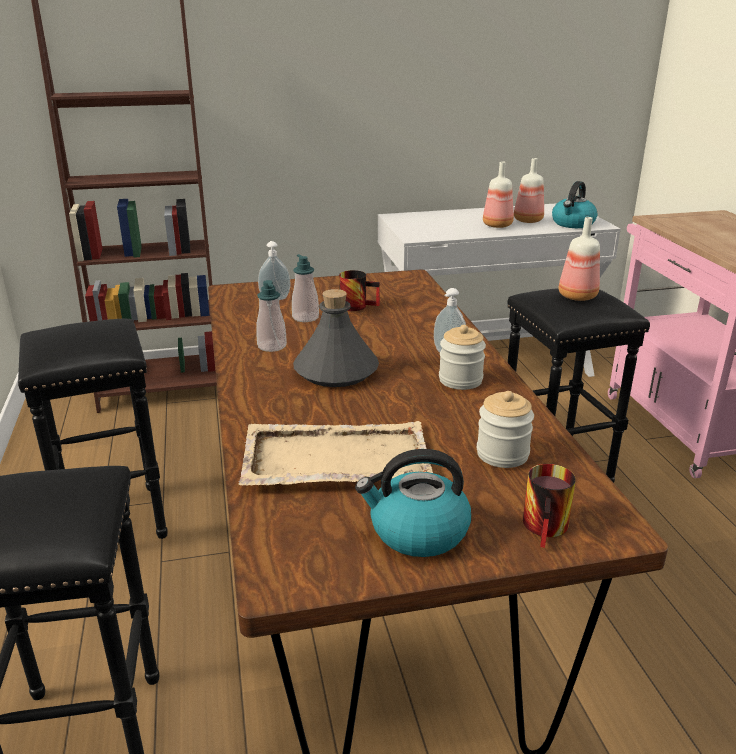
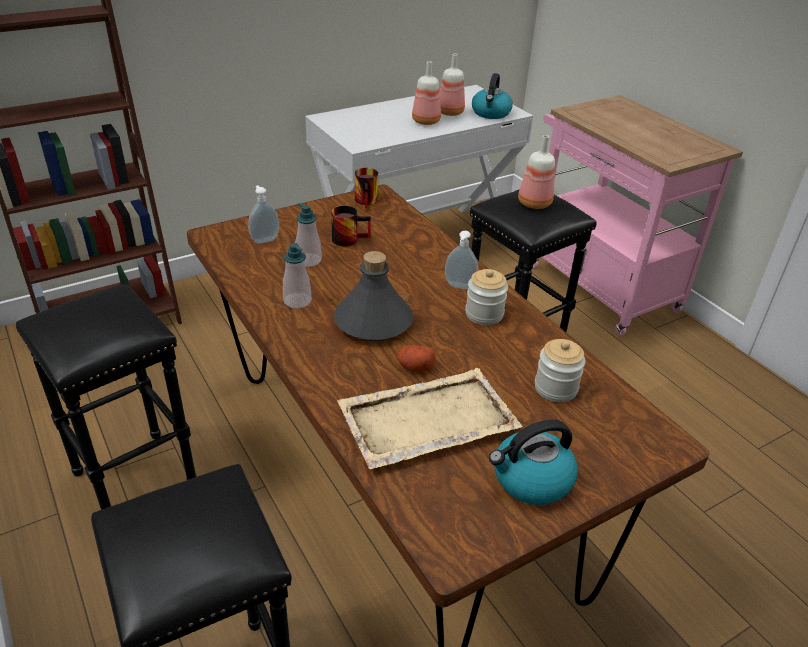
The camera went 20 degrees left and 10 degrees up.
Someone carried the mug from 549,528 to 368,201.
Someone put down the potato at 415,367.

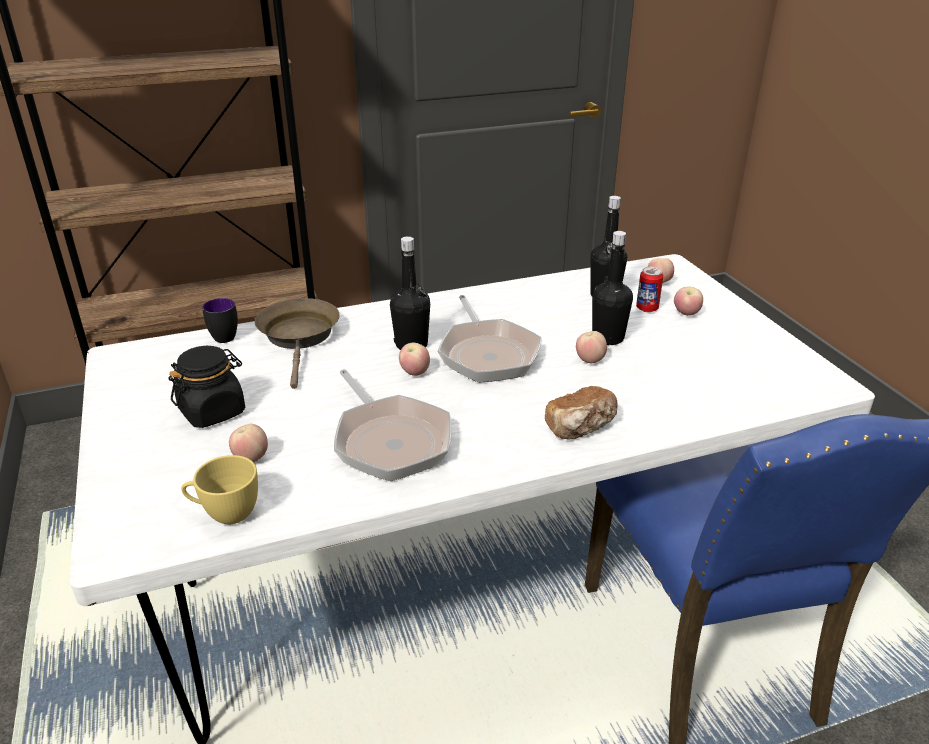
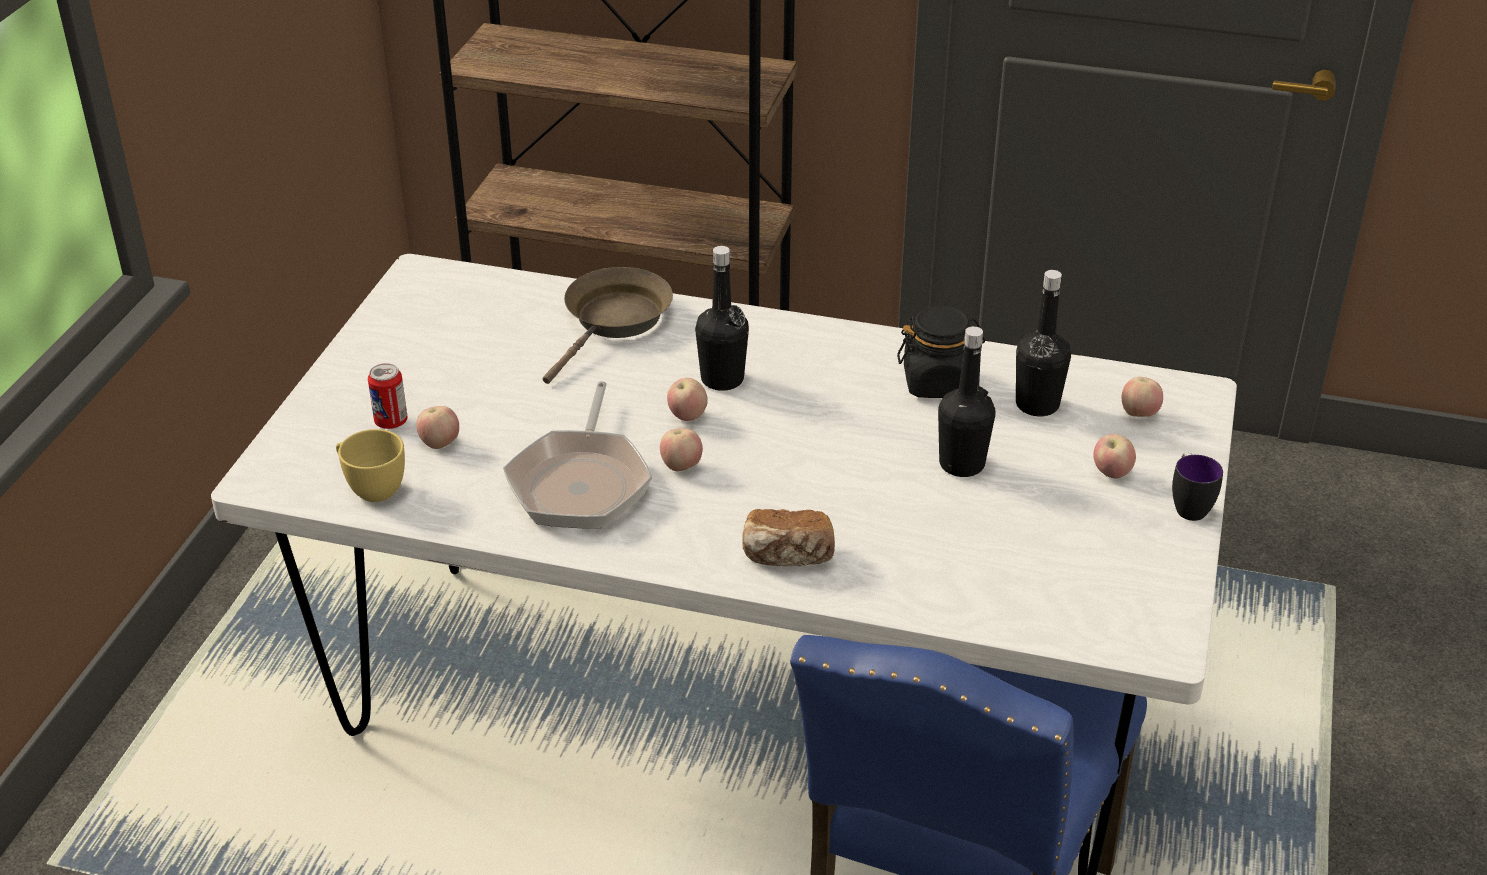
The camera went 35 degrees right and 5 degrees up.
Someone carried the can from 647,308 to 391,422.
Someone carried the apple from 590,360 to 681,466.
Someone carried the jar (black) from 213,411 to 938,382.
Someone carried the mug from 221,335 to 1188,505.
Someone took away the frying pan at 487,353.

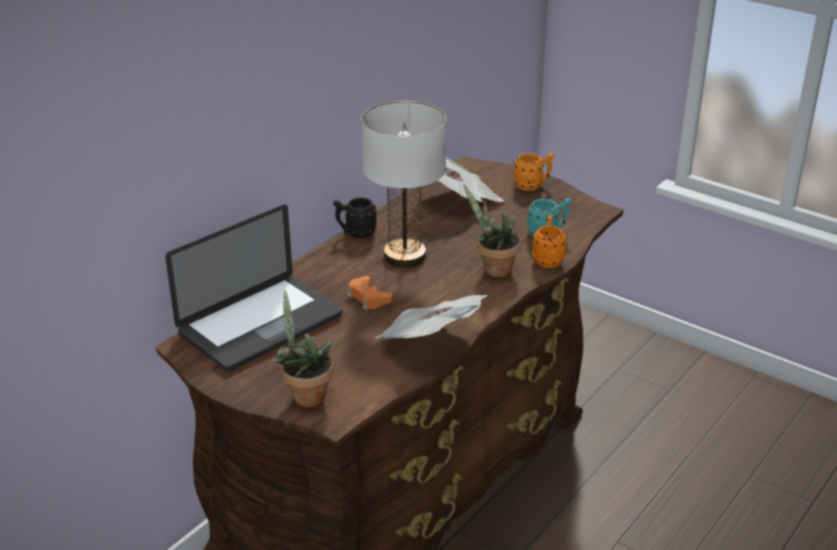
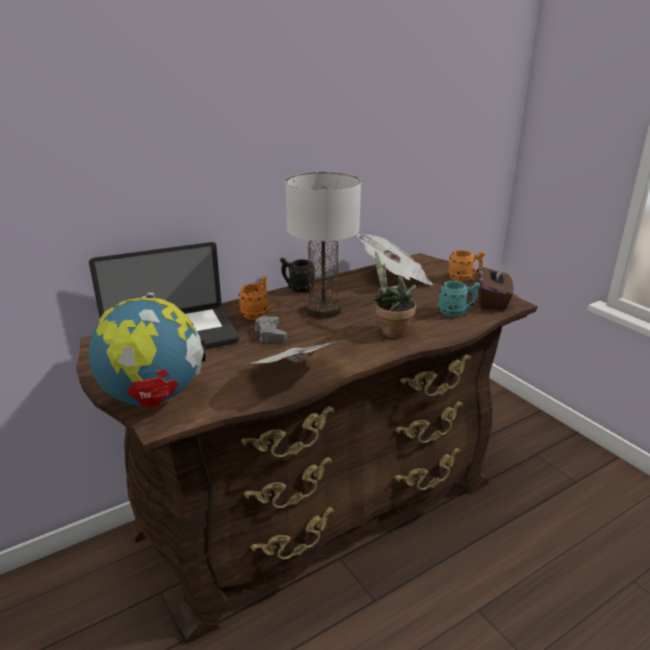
The camera went 20 degrees right and 5 degrees down.
Someone swapped the potted plant at 305,395 for the globe at 154,398.
Someone carried the mug (orange) from 547,259 to 257,314.
Someone repainted the game controller (orange) at 368,298, which became the game controller (grey) at 270,334.
Someone put down the tissue box (brown) at 492,301.

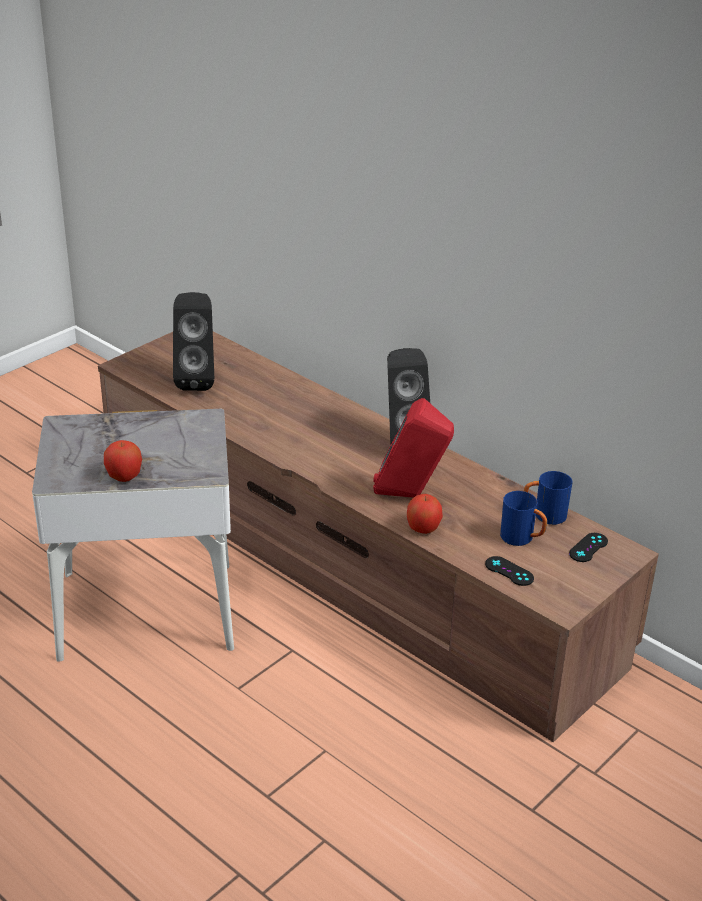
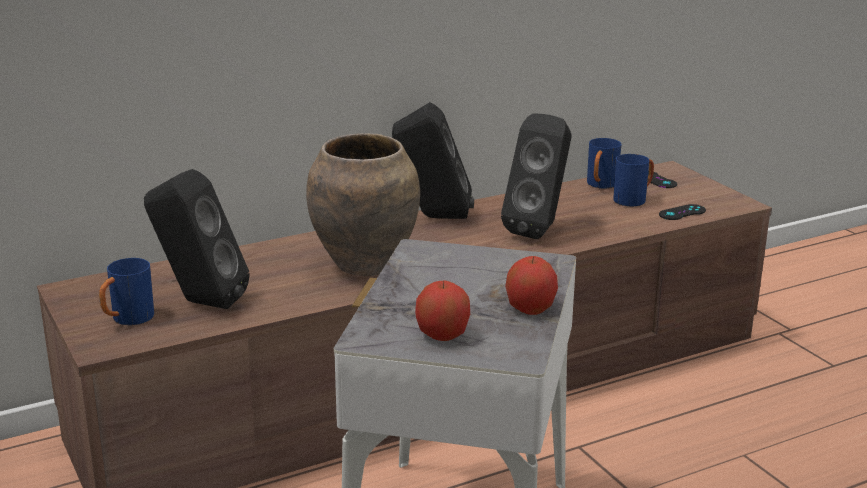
The camera went 70 degrees left and 10 degrees down.
Someone put down the mug (blue) at 127,320.
Someone put down the vase (brown) at 366,265.
Someone carried the apple from 423,528 to 442,336.
Someone repainted the speaker (red) at 410,496, which became the speaker (black) at 540,230.

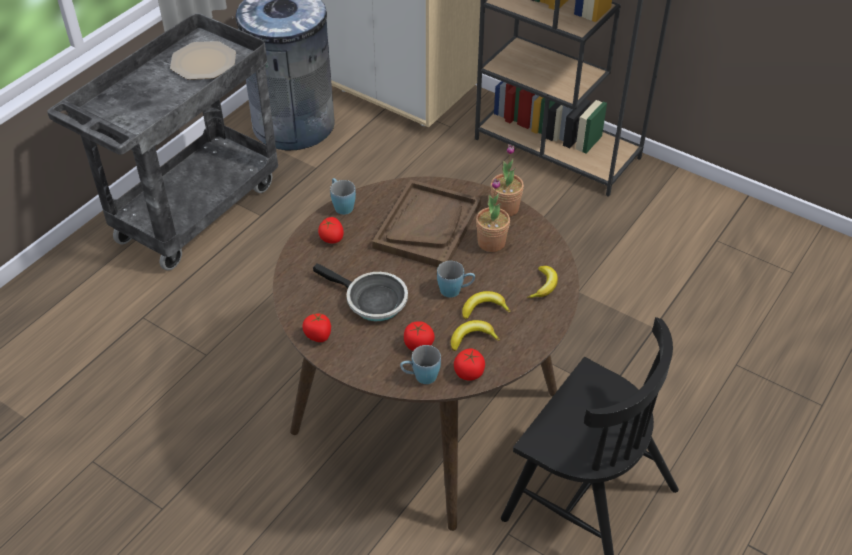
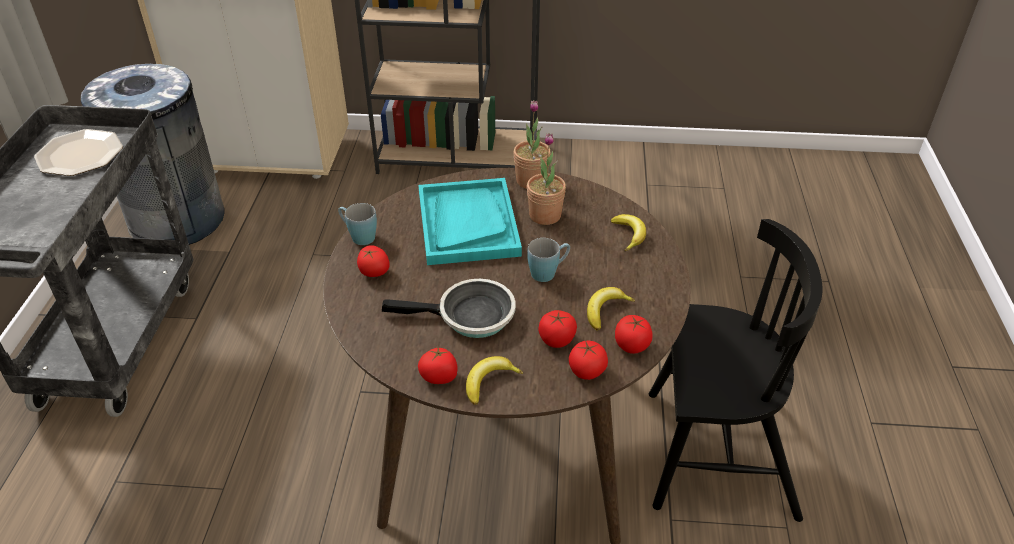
The camera went 30 degrees left and 5 degrees down.
Someone repainted the tray (brown) at 427,226, which became the tray (turquoise) at 467,223.
Someone carried the banana from 484,308 to 489,382.
Someone swapped the mug (blue) at 420,377 for the tomato at 586,371.

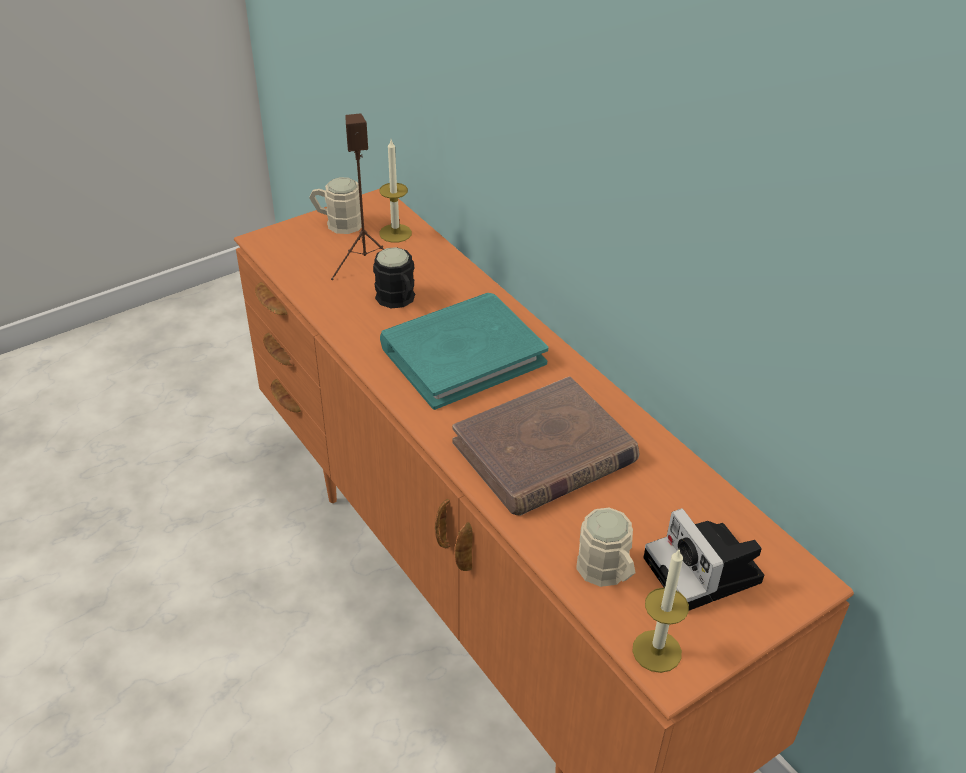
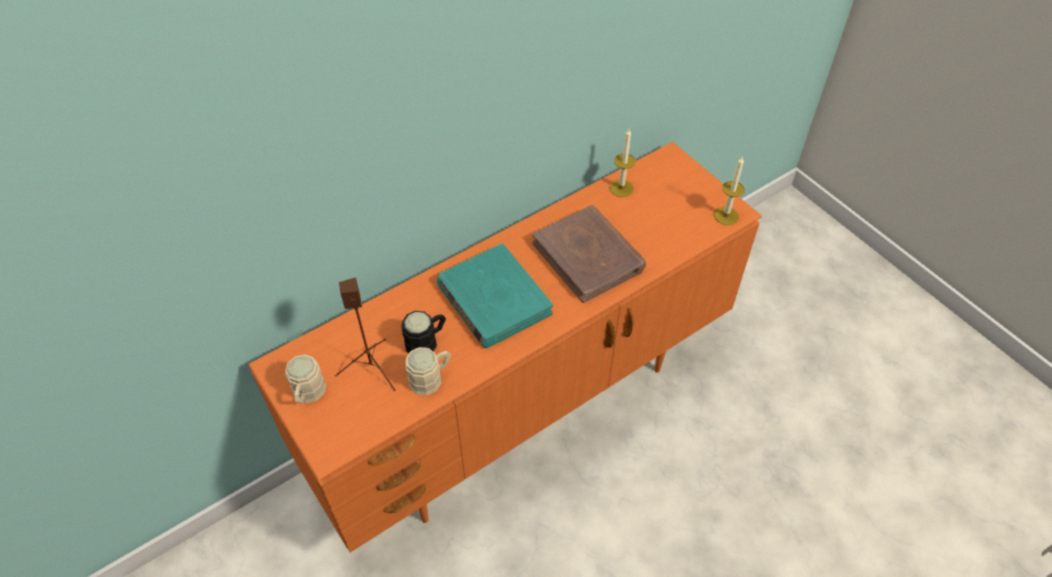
The camera went 90 degrees left and 10 degrees up.
Someone carried the mug (beige) from 608,573 to 431,378.
Someone carried the candle from 395,233 to 621,188.
Someone took away the photo camera at 706,573.

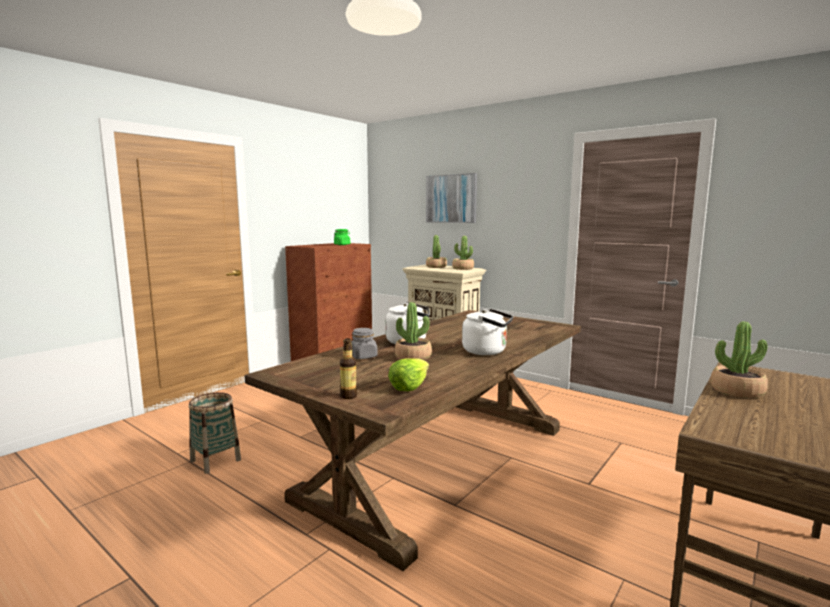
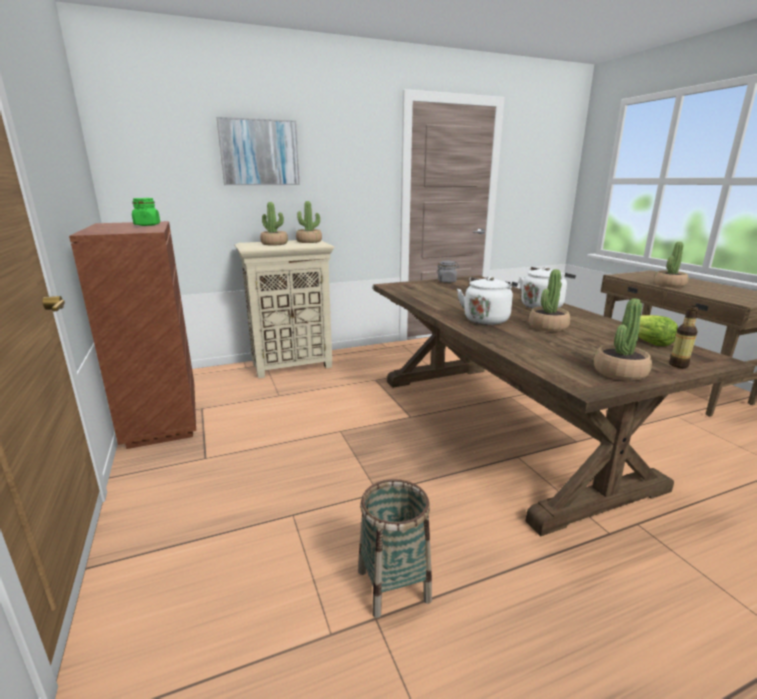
The camera went 60 degrees left and 10 degrees up.
Someone carried the jar (grey) from 363,356 to 447,281.
Someone put down the potted plant at 619,372.

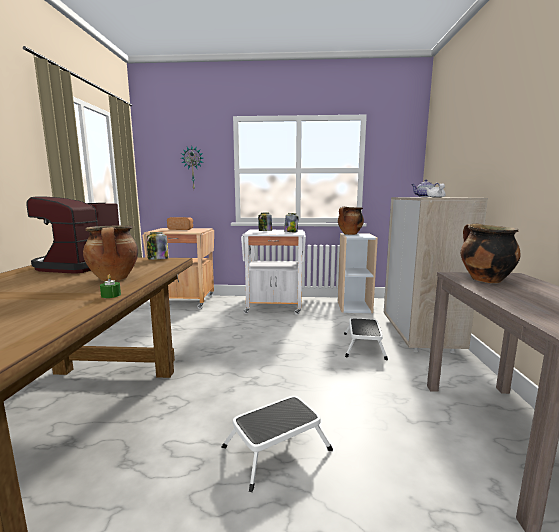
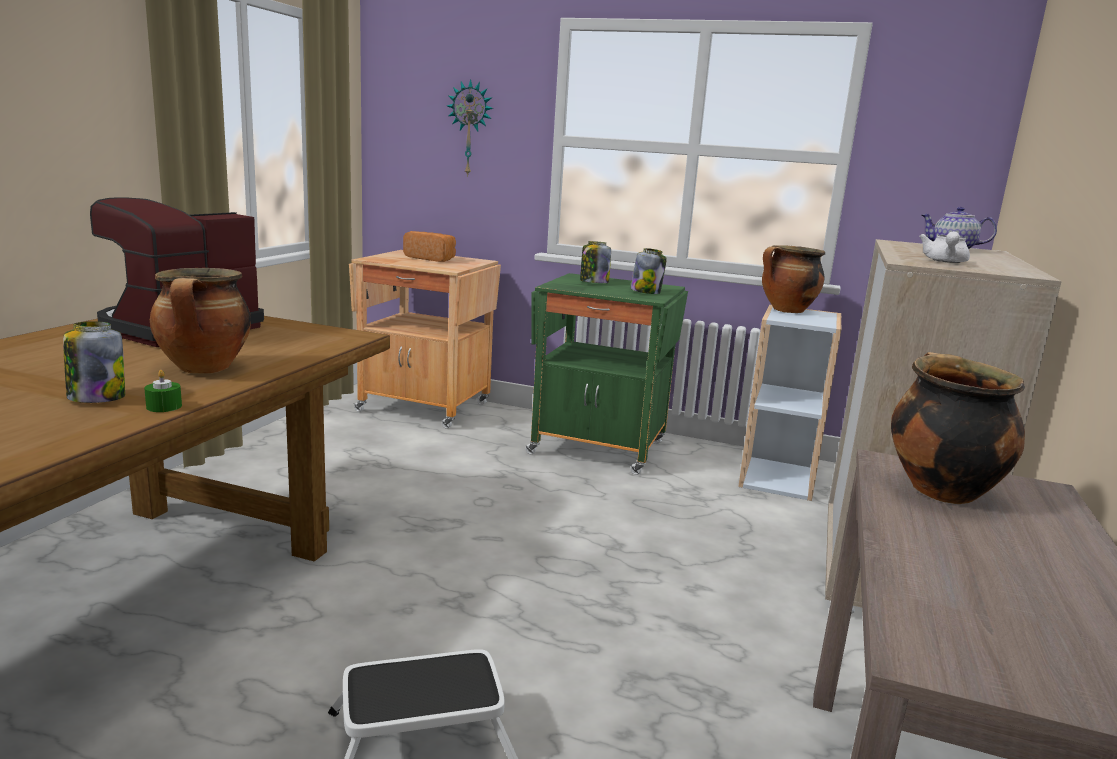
The camera went 15 degrees right and 5 degrees up.
Someone carried the jar from 157,259 to 96,397.
Someone repainted the cart (white) at 275,307, which became the cart (green) at 599,449.
Someone took away the step ladder (black) at 364,346.

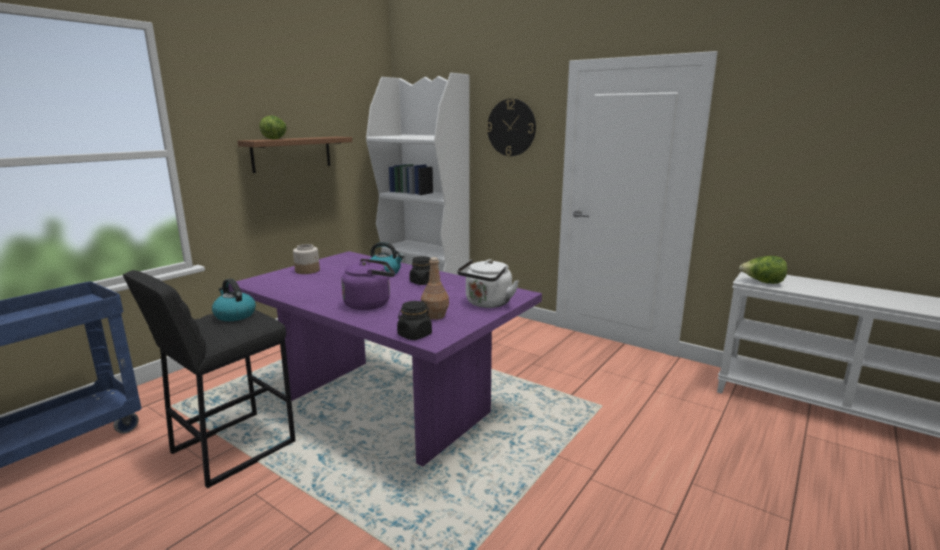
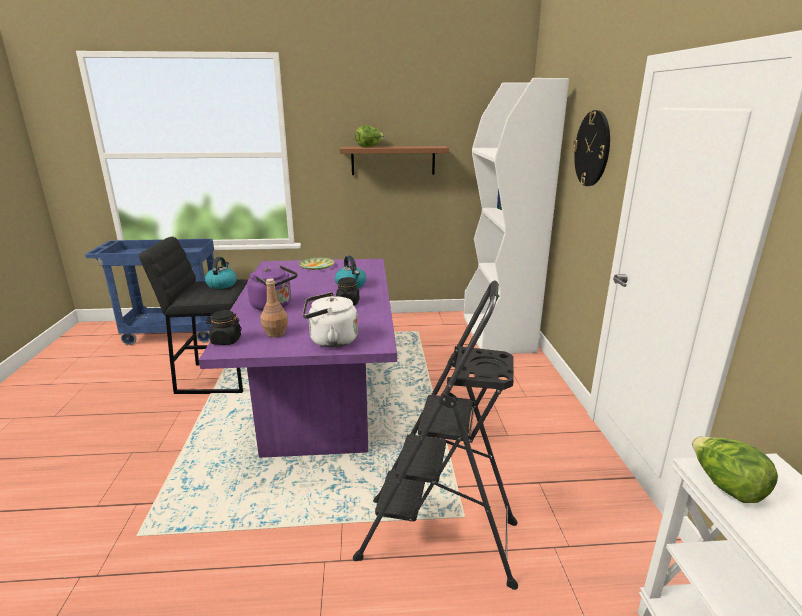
The camera went 50 degrees right and 5 degrees up.
Someone swapped the jar at 307,270 for the plate at 317,266.
Someone put down the step ladder at 440,539.

